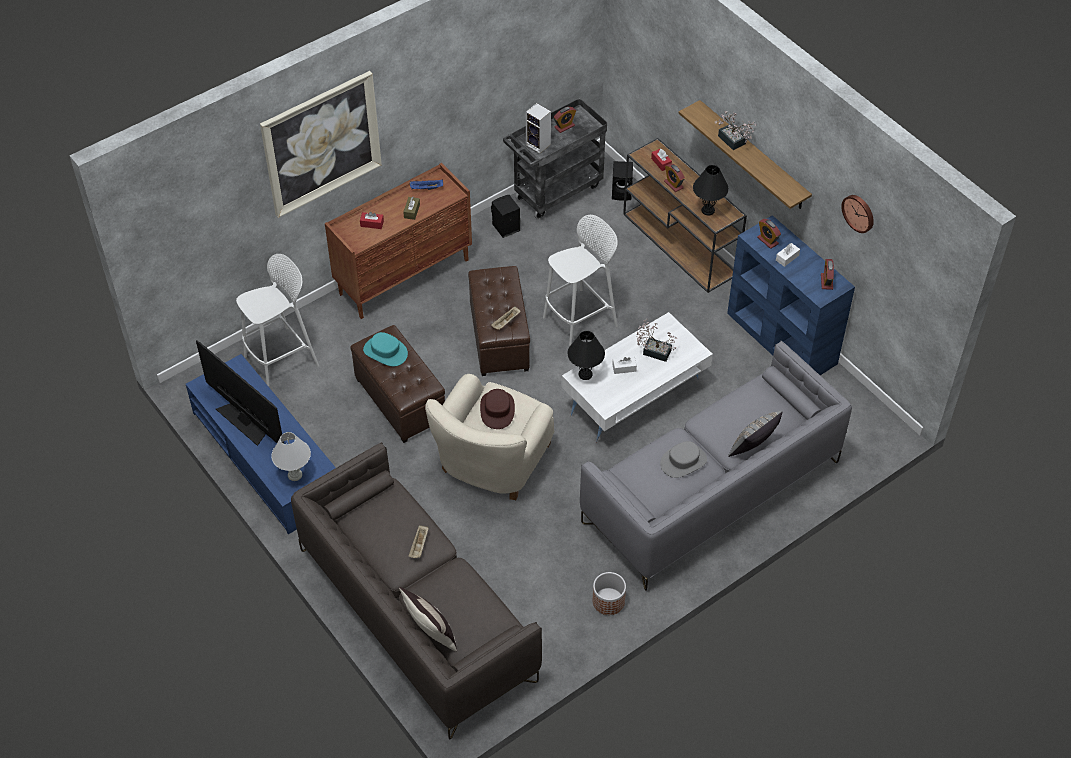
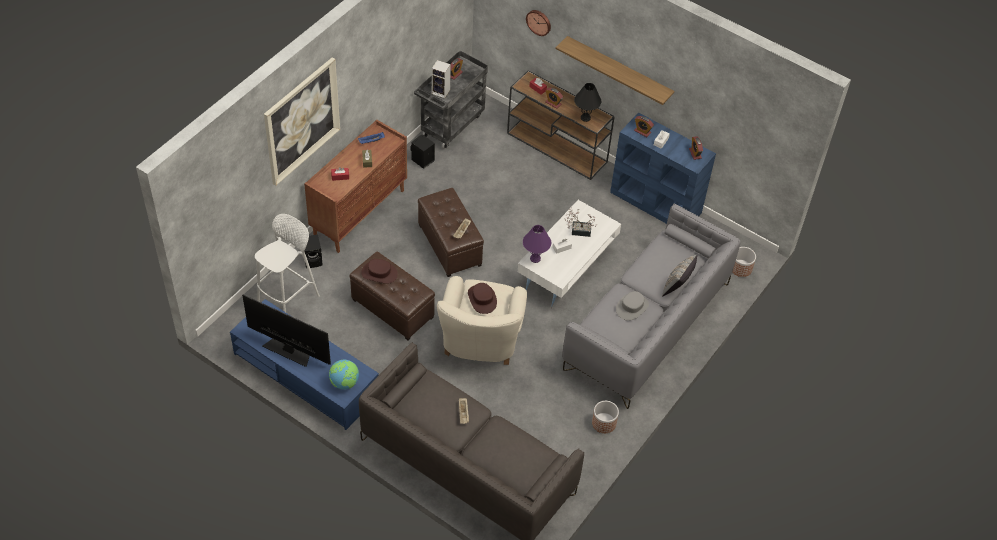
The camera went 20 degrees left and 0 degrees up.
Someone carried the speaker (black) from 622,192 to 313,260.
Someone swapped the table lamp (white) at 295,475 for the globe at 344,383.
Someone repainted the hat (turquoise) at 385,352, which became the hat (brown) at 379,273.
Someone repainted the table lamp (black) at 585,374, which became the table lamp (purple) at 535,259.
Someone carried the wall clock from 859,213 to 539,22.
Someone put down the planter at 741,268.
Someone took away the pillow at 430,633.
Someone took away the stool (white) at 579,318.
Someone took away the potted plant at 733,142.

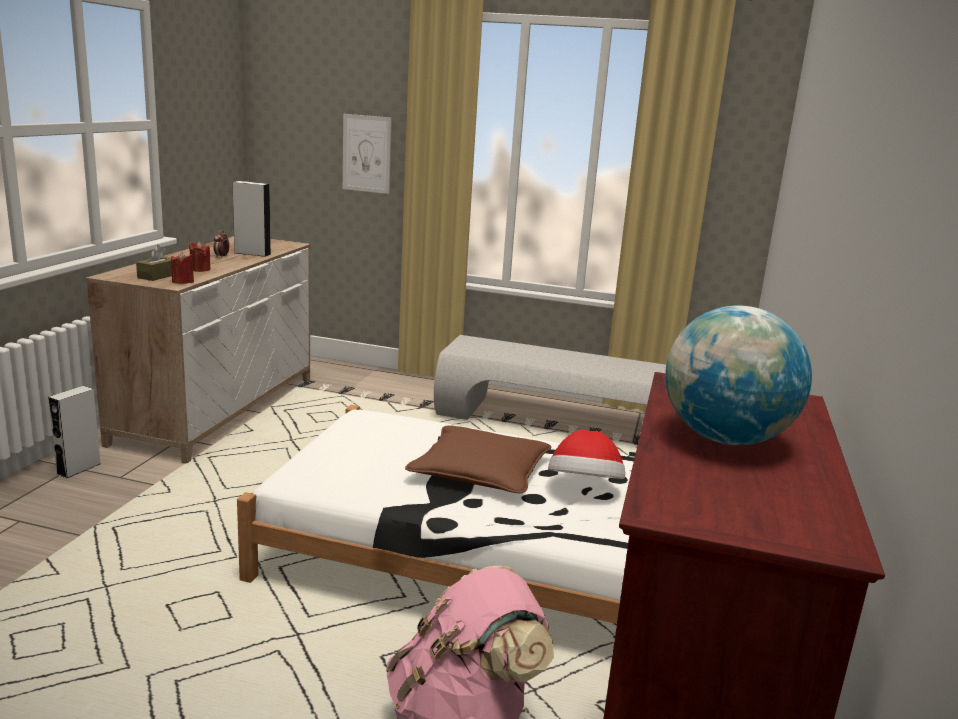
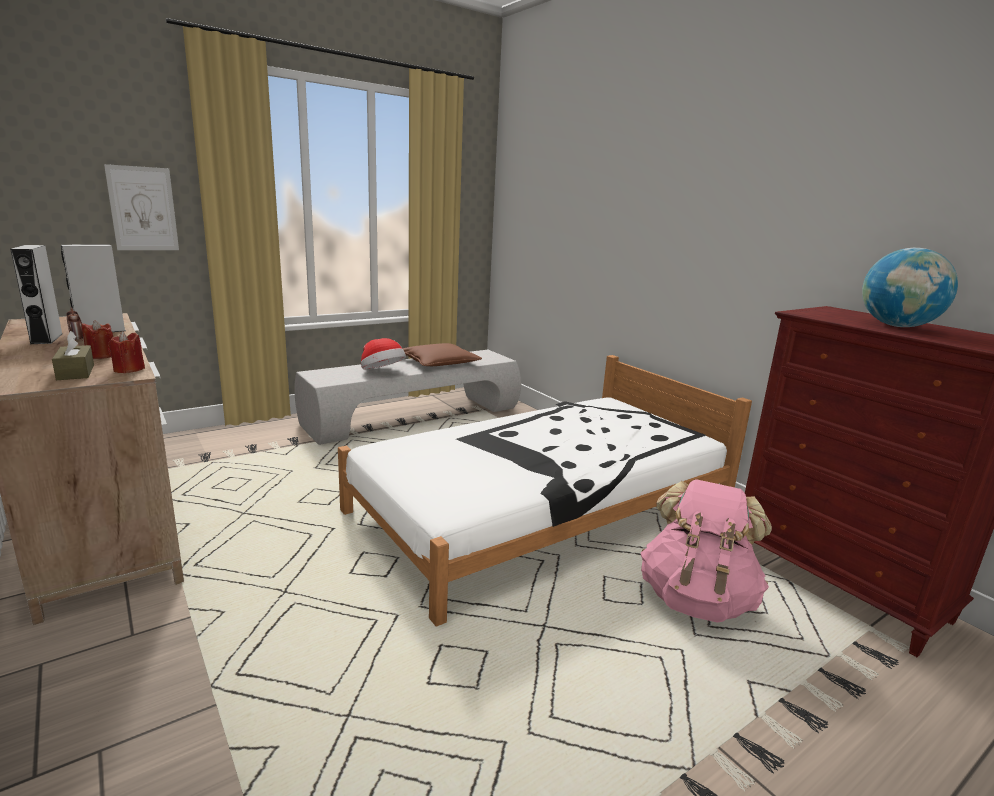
The camera went 50 degrees left and 0 degrees up.
Someone carried the speaker (grey) from 79,469 to 46,338.
Someone carried the hat from 584,488 to 382,372.
Someone carried the pillow (brown) from 480,470 to 439,362.

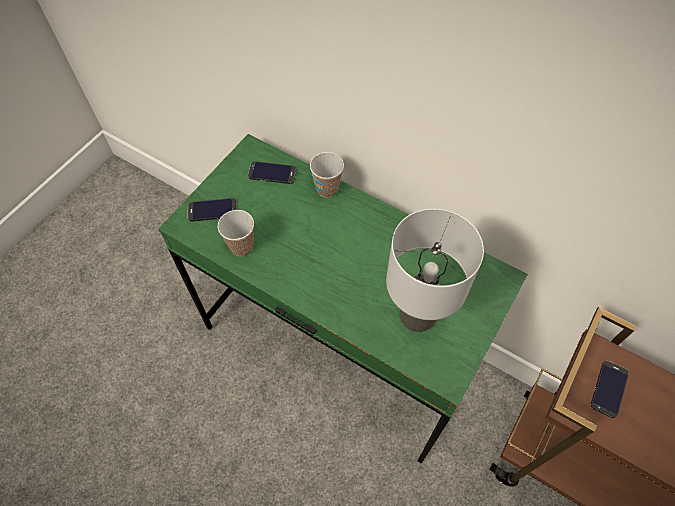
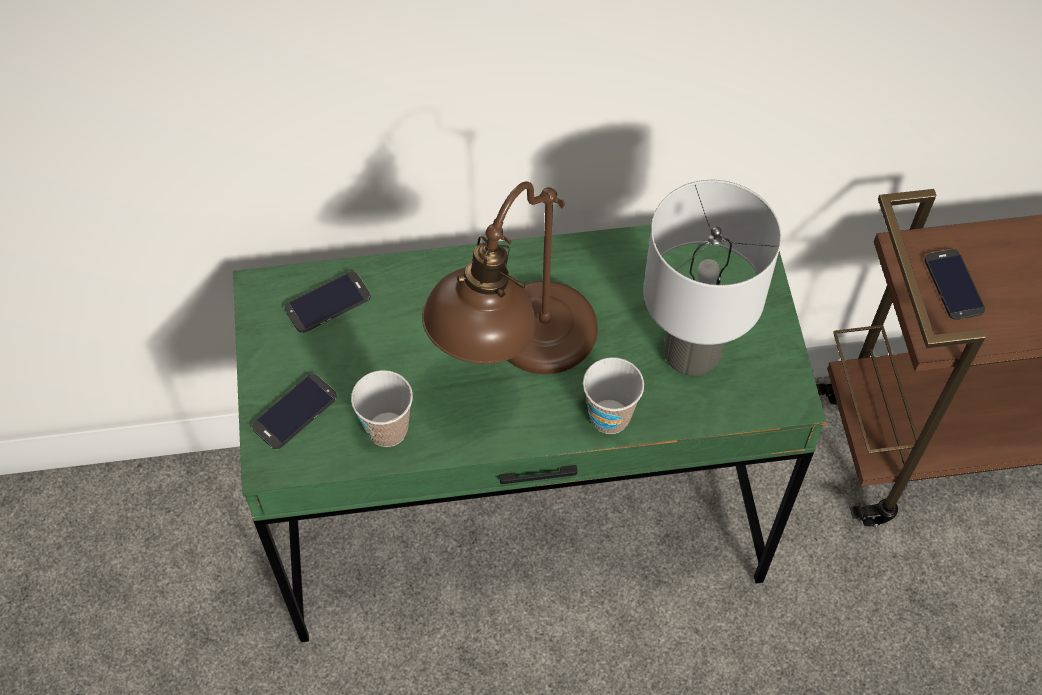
The camera went 40 degrees left and 0 degrees up.
Someone put down the table lamp (brown) at 518,363.
Someone carried the cup from 327,189 to 609,417.

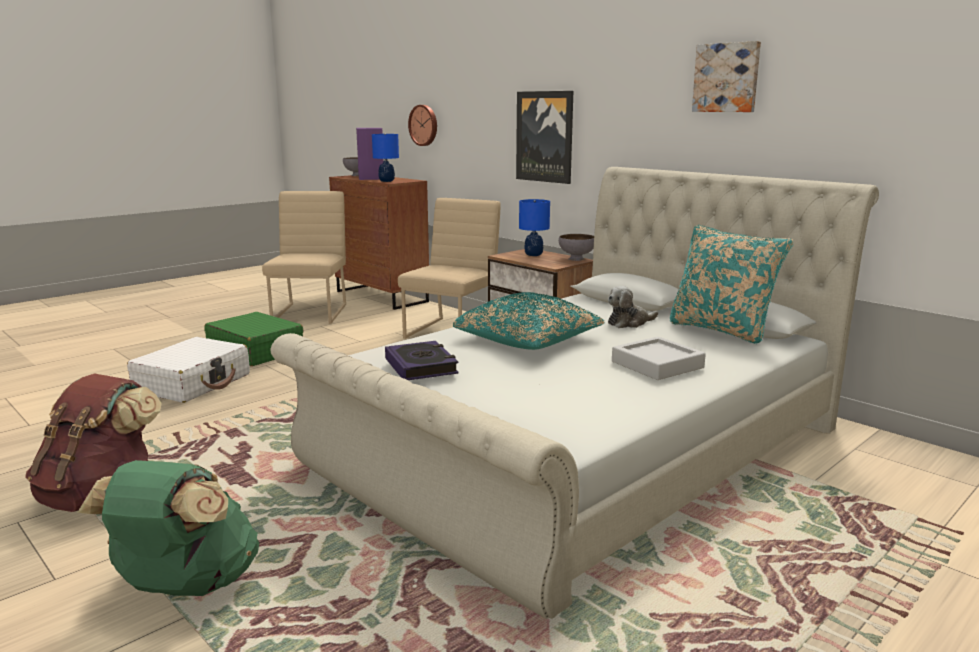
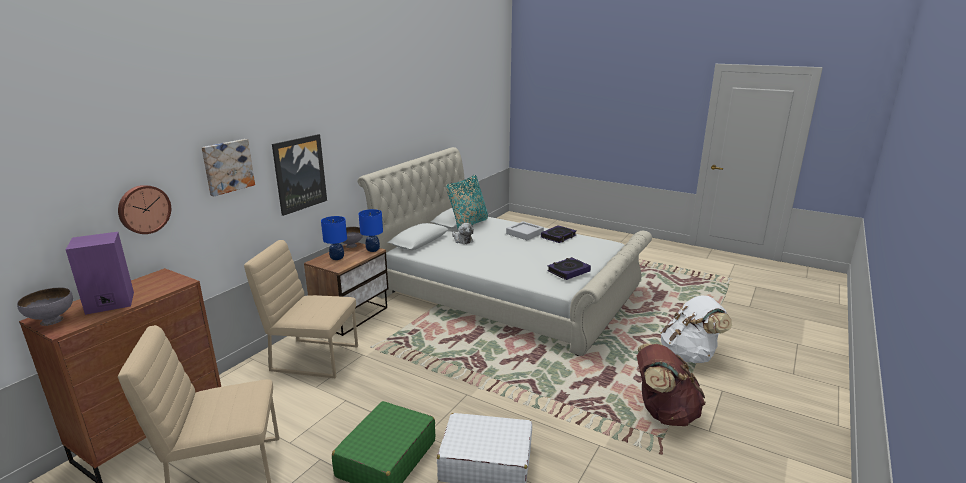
The camera went 105 degrees left and 5 degrees up.
Someone carried the picture from 727,78 to 227,166.
Someone carried the table lamp (blue) from 386,181 to 373,250.
Someone put down the book at 558,236.
Someone repainted the backpack (green) at 185,586, which became the backpack (white) at 689,355.
Someone took away the pillow (turquoise) at 528,339.

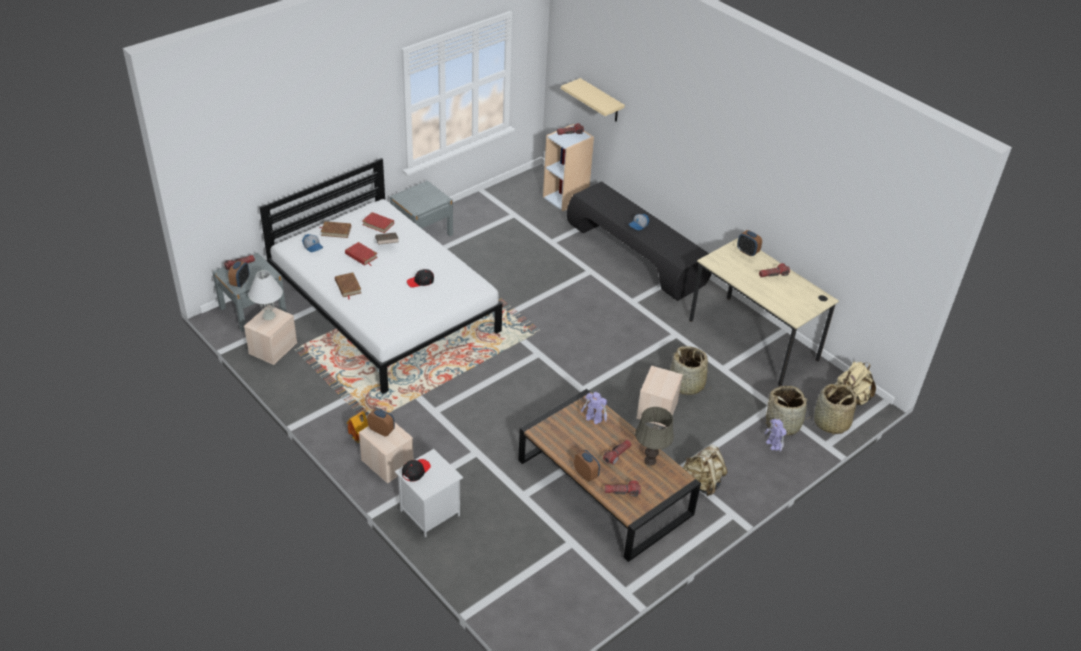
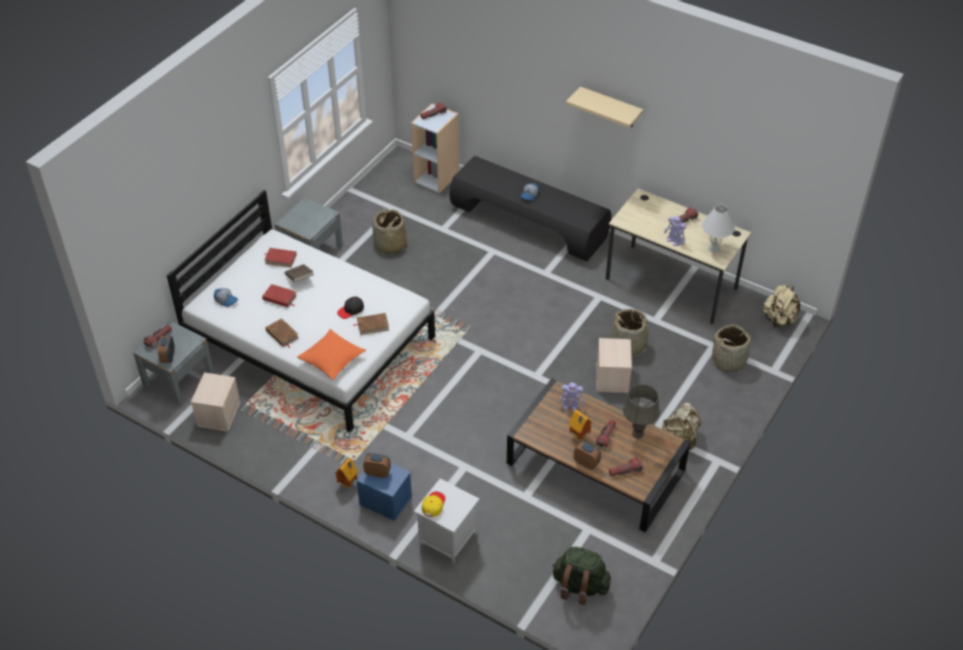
The camera went 15 degrees left and 5 degrees up.
Someone put down the pillow (orange) at 332,360.
Someone carried the book (brown) from 336,231 to 372,325.
Someone repainted the storage box (beige) at 386,462, which became the storage box (blue) at 385,500.
Someone carried the basket from 831,423 to 390,245.
Someone repainted the cap (black) at 415,471, which became the cap (yellow) at 433,505.
Someone put down the backpack (green) at 579,586.
Someone carried the shelf (beige) from 601,101 to 610,108.
Someone put down the toy house at 579,436.
Someone carried the toy robot from 773,445 to 674,241.
Someone carried the table lamp (white) from 269,316 to 714,248.
Someone took away the alarm clock at 747,252.

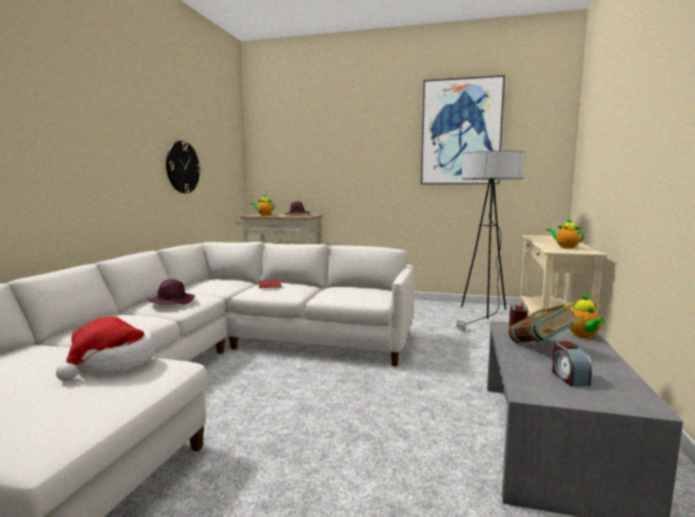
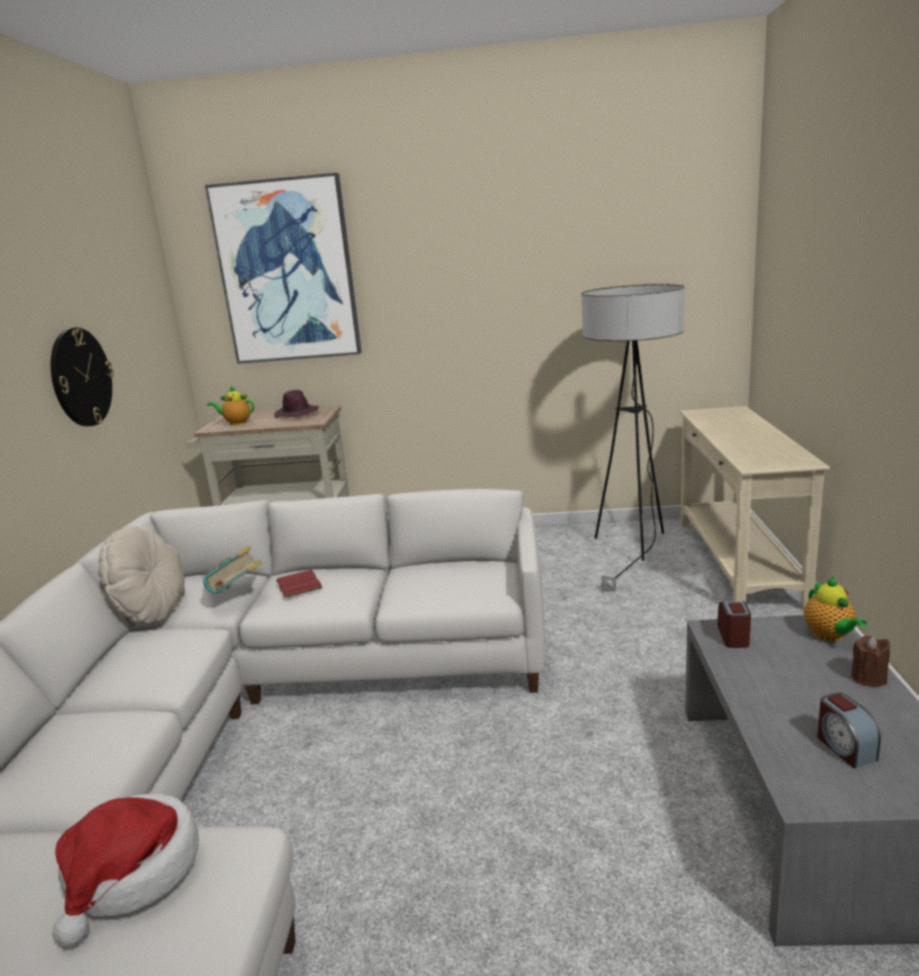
The camera went 10 degrees left and 10 degrees up.
Someone put down the pillow (beige) at 153,614.
Someone carried the book from 542,348 to 237,595.
Someone carried the picture from 461,132 to 287,271.
Someone put down the candle (brown) at 868,678.
Someone took away the hat (purple) at 172,301.
Someone took away the teapot at 565,247.

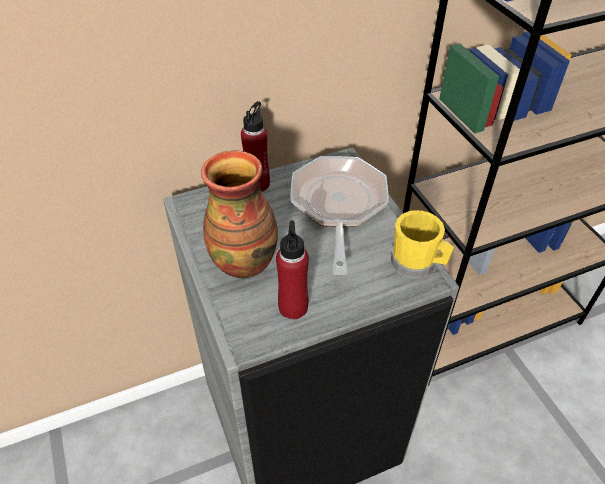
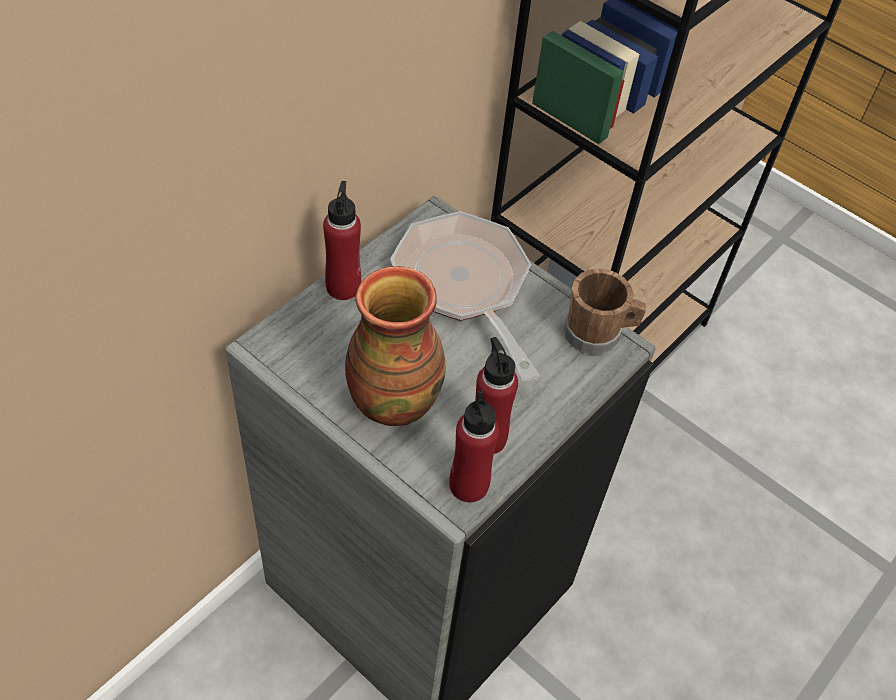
The camera went 30 degrees left and 5 degrees up.
Someone put down the bottle (red) at 469,485.
Someone repainted the mug (yellow) at 417,264, which became the mug (brown) at 598,334.

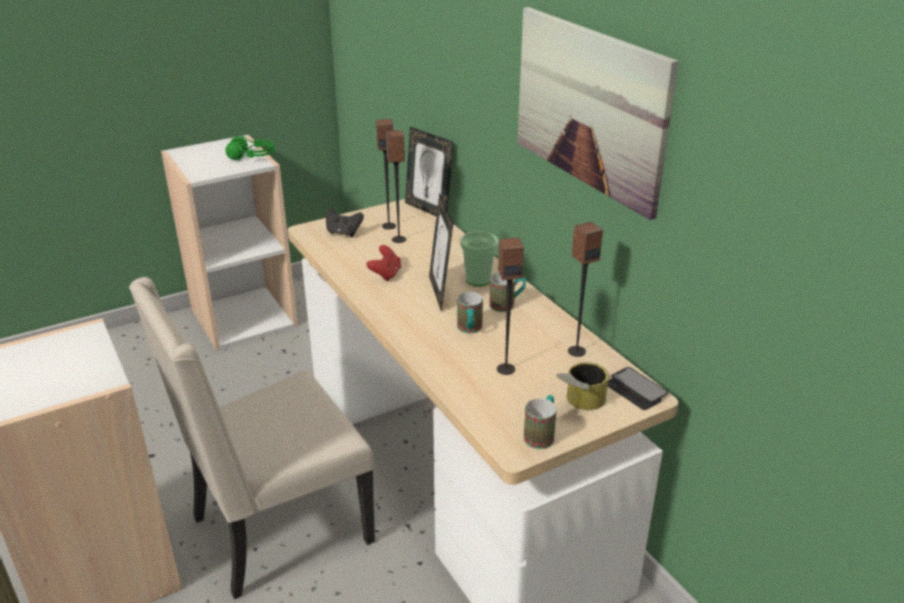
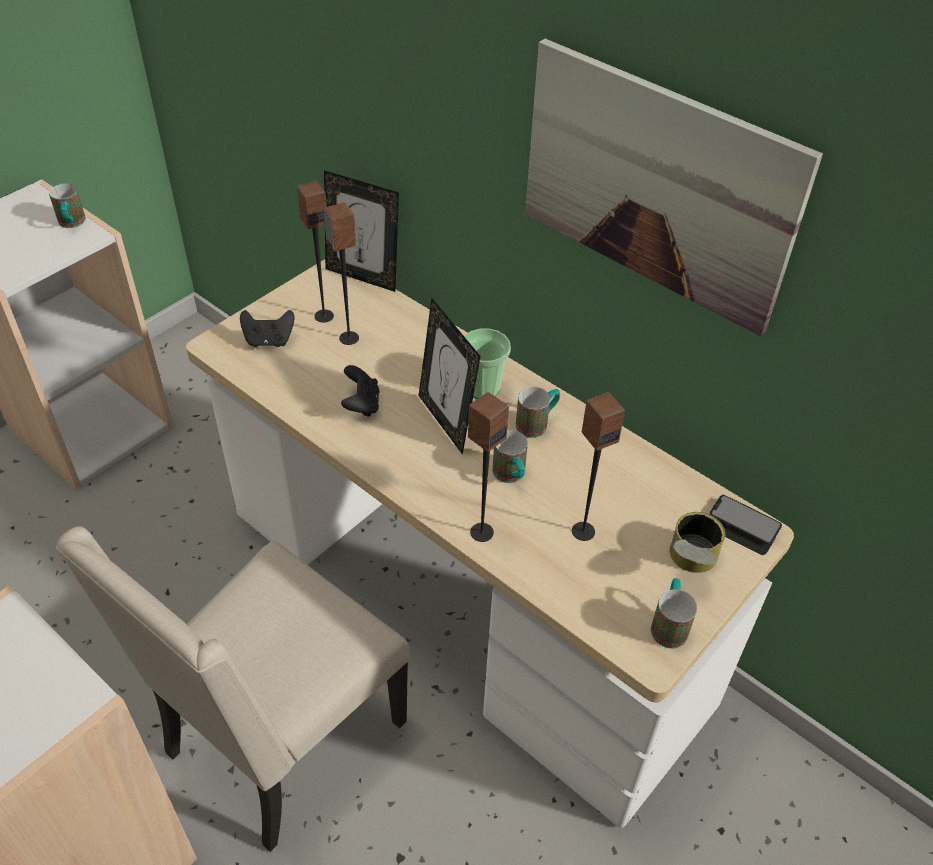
The camera went 20 degrees left and 15 degrees up.
Someone swapped the headphones (green) at 252,157 for the mug at 72,224.
Someone repainted the game controller (red) at 386,274, which became the game controller (black) at 361,404.
Someone carried the speaker from 576,351 to 481,532.

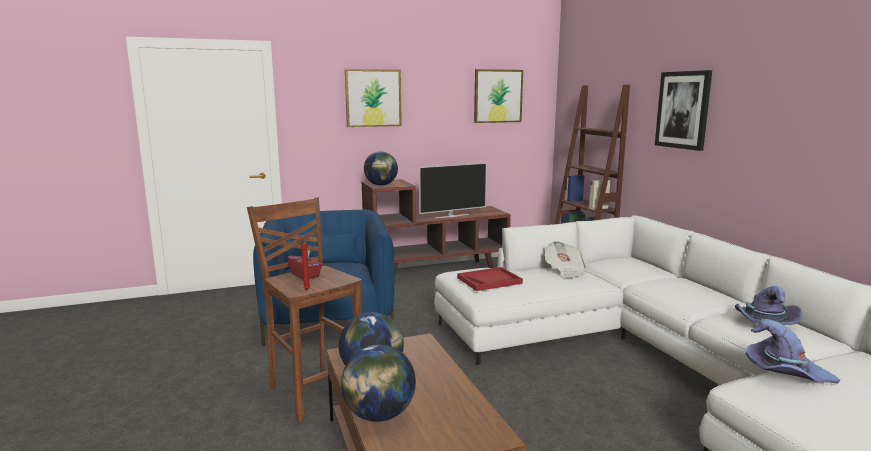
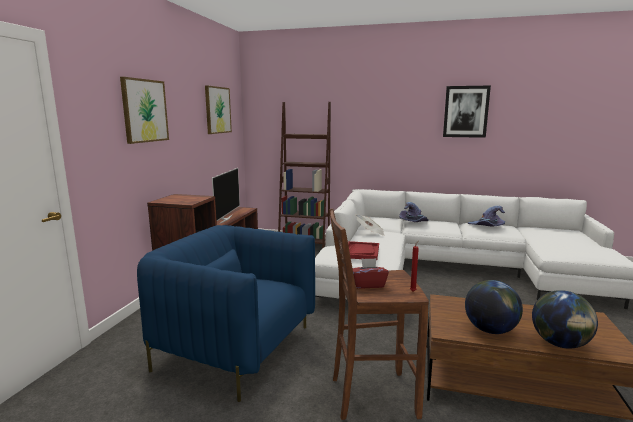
The camera went 55 degrees left and 0 degrees up.
Someone carried the hat (purple) from 785,372 to 414,222.
Someone carried the picture from 683,110 to 465,111.
Someone took away the globe at 381,185.

